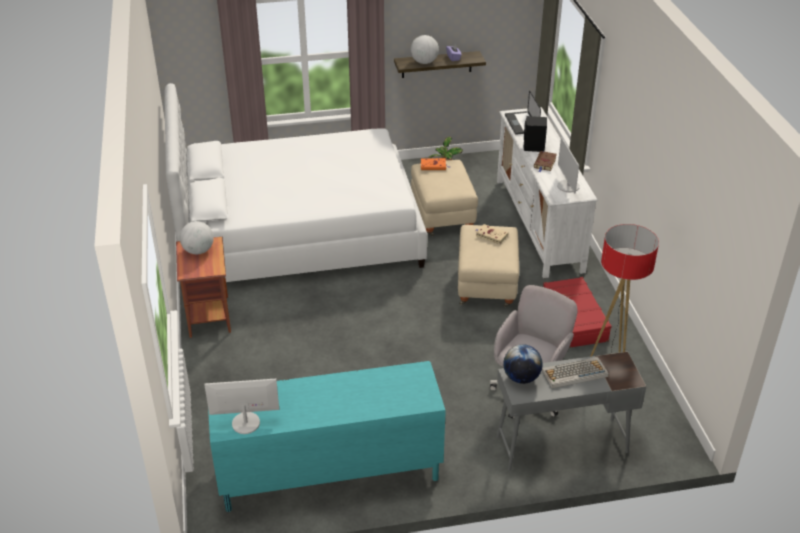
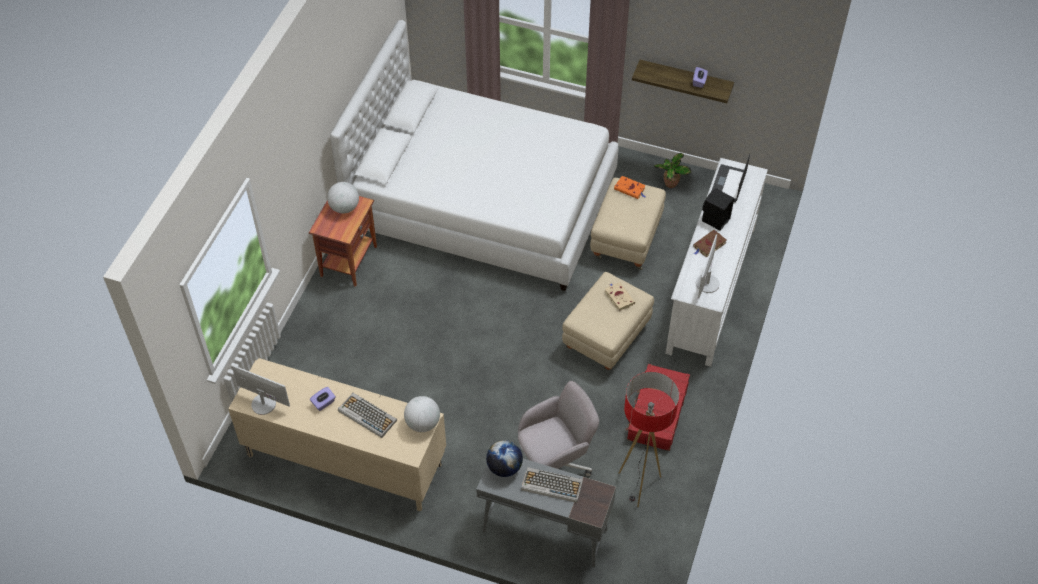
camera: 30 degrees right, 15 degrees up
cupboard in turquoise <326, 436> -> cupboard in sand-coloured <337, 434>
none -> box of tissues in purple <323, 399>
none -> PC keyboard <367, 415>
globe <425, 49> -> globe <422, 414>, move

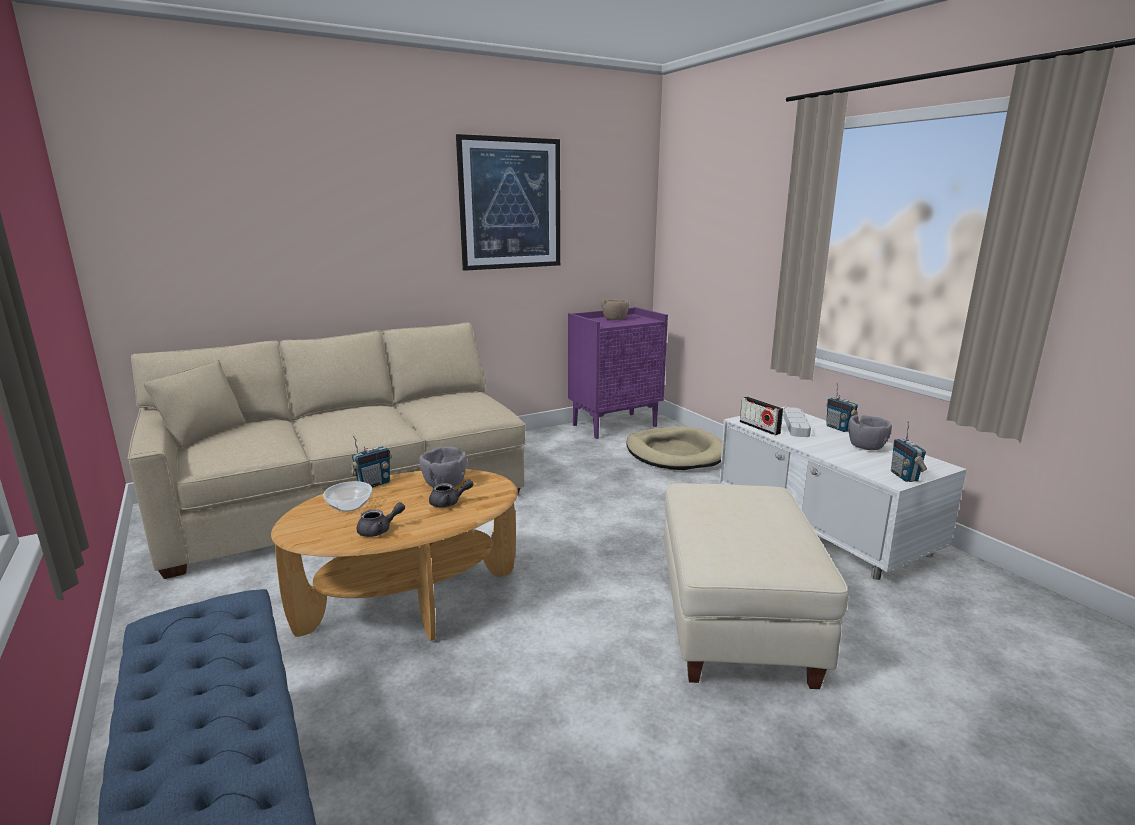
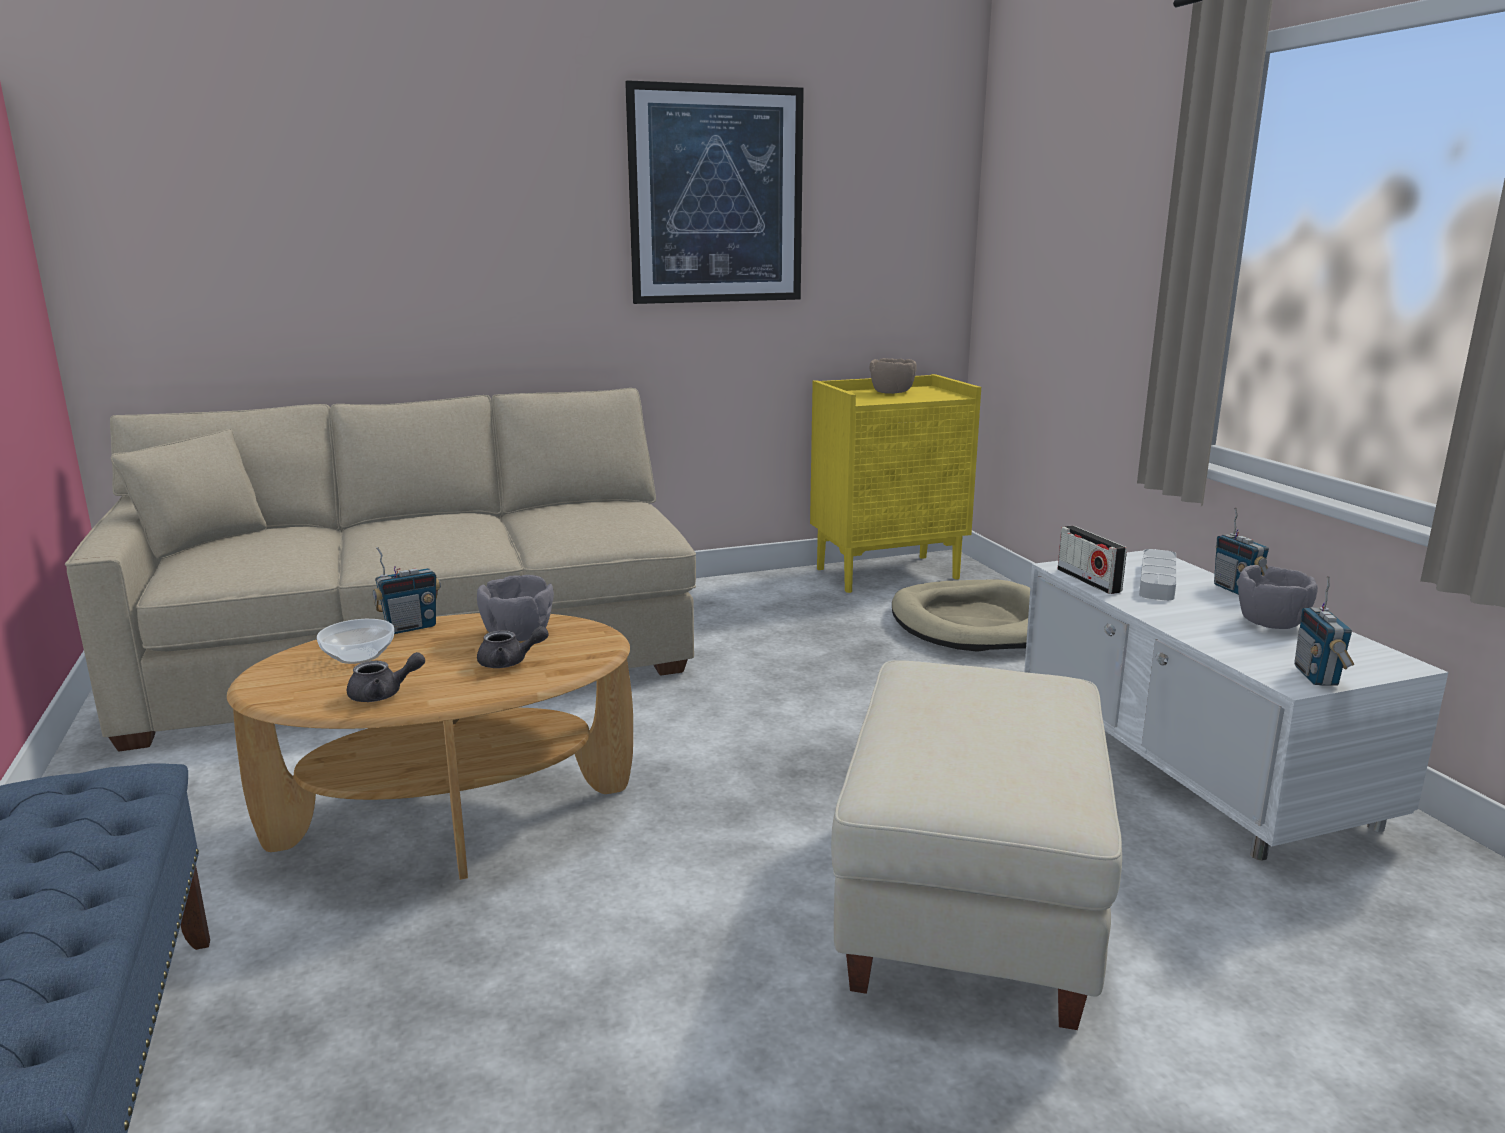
camera: 10 degrees right, 0 degrees up
cupboard in purple <618, 373> -> cupboard in yellow <895, 483>

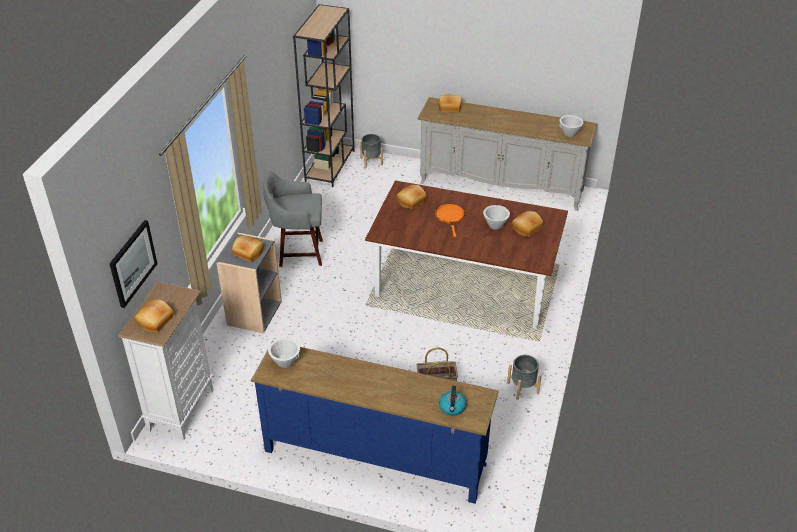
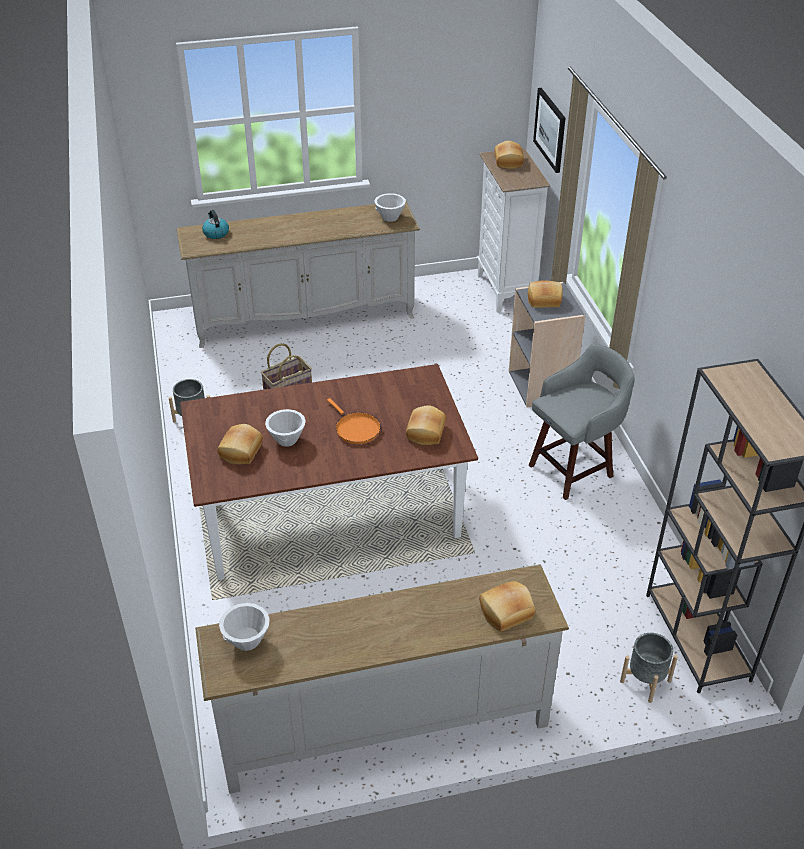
camera: 150 degrees right, 0 degrees up
cupboard in blue-coloured <375, 422> -> cupboard in grey <298, 274>

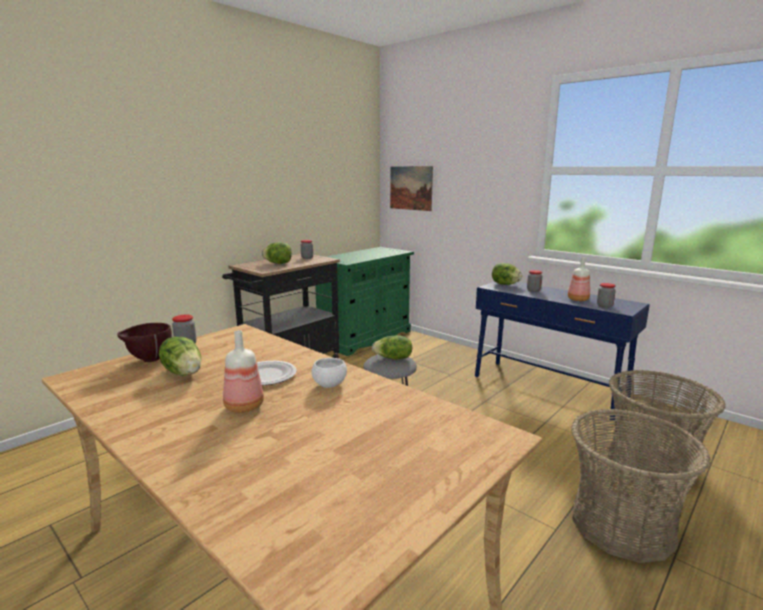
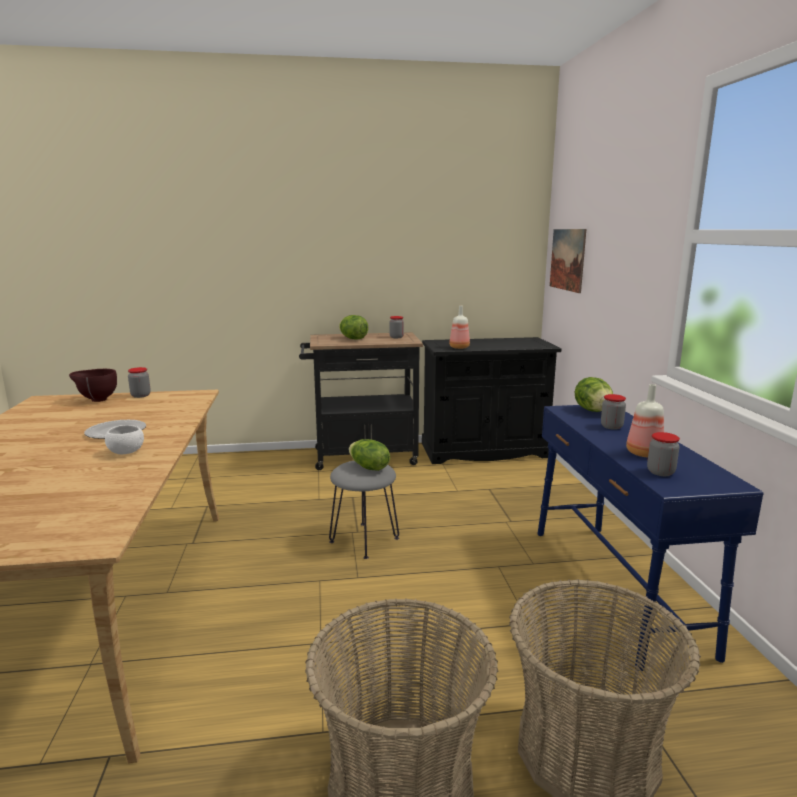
camera: 40 degrees right, 0 degrees up
cupboard in greenish <364, 301> -> cupboard in black <492, 400>
bottle <243, 371> -> bottle <459, 327>, move
head of lettuce <180, 356> -> none

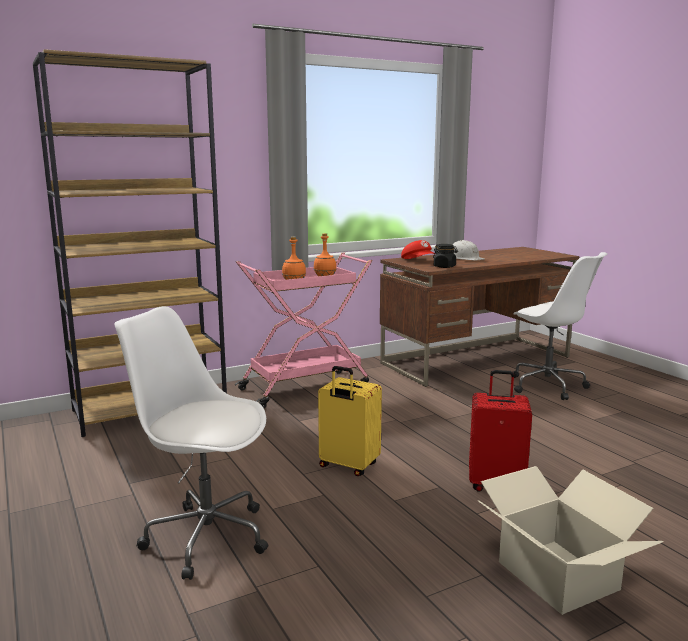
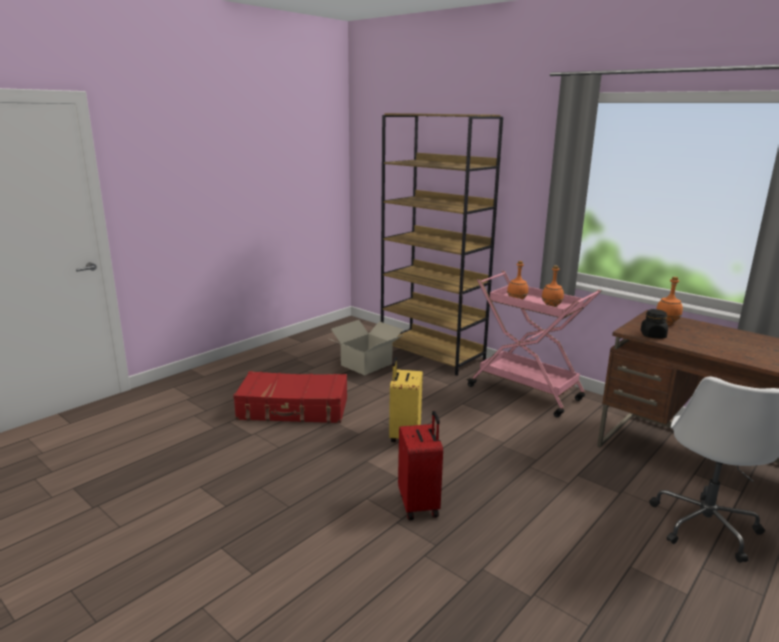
camera: 70 degrees right, 5 degrees up
computer chair in white <191, 443> -> suitcase in reddish <290, 397>
cardboard box <570, 540> -> cardboard box <367, 347>, move
cap in reddish <417, 249> -> bottle in orange-coloured <669, 301>
work helmet in white <468, 250> -> none

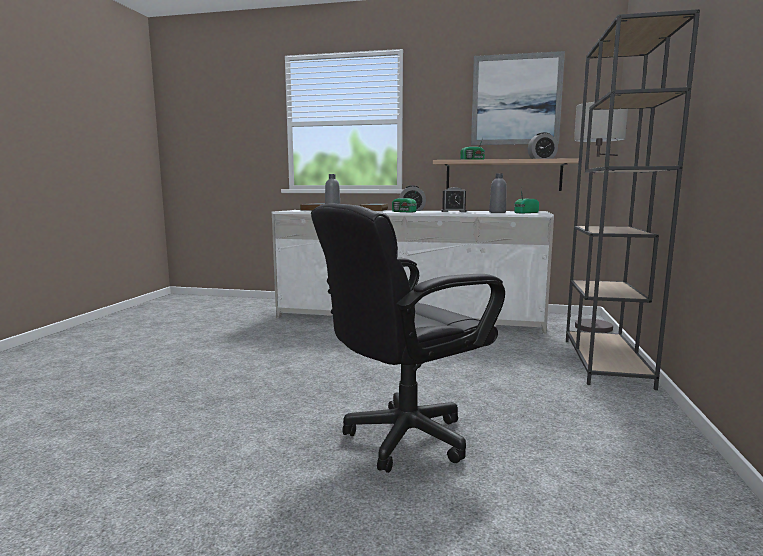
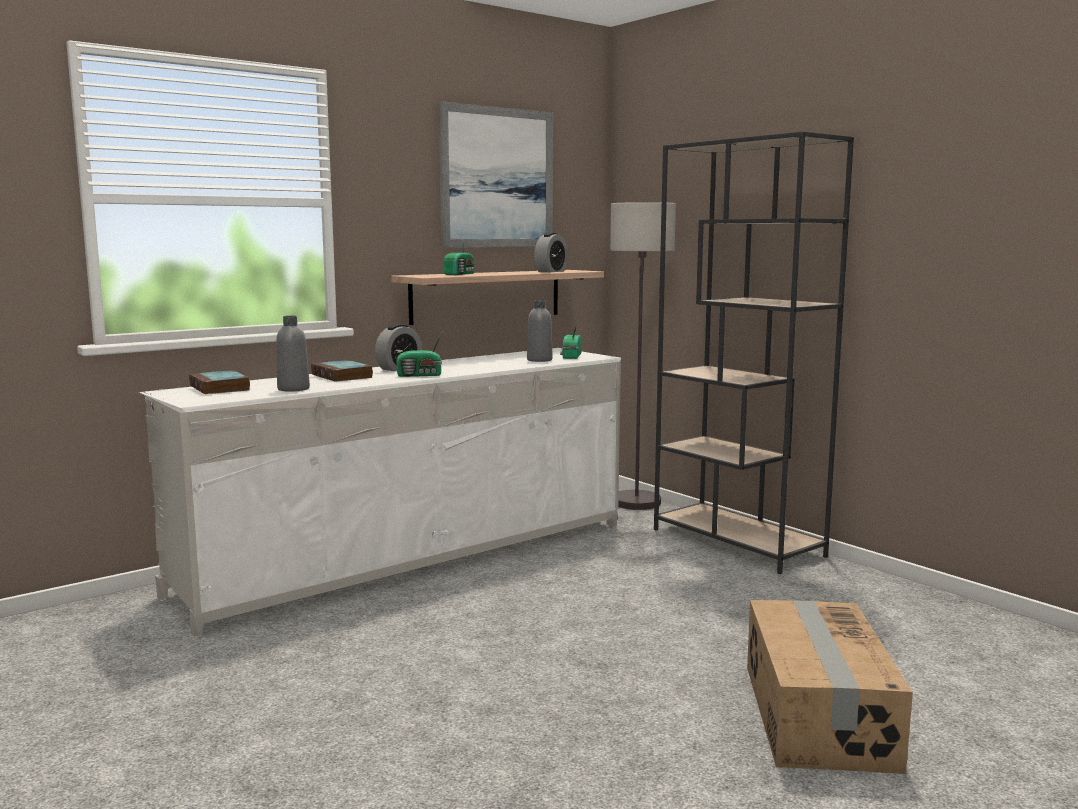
camera: 50 degrees left, 0 degrees up
computer chair in black <408, 338> -> cardboard box <830, 687>
bedside clock <454, 199> -> none

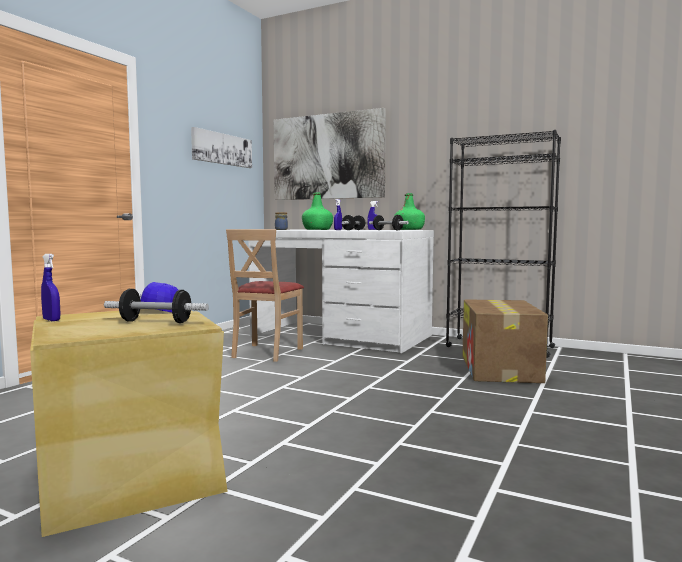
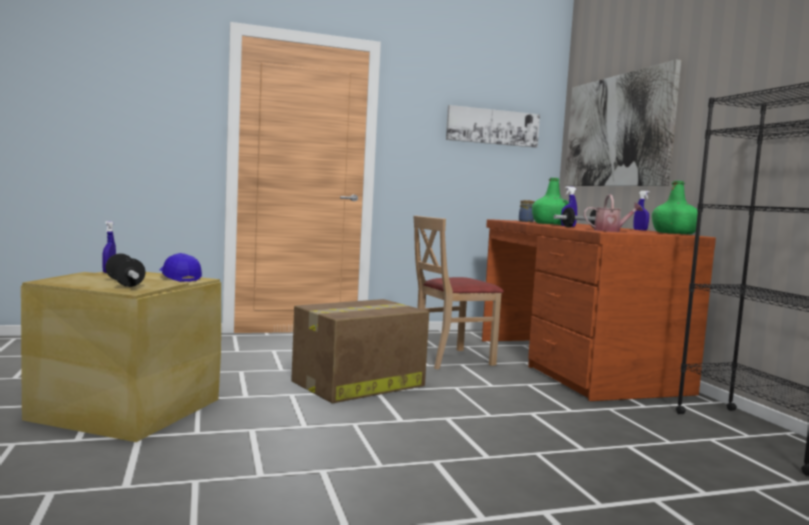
camera: 45 degrees right, 0 degrees up
cardboard box <505, 341> -> cardboard box <360, 351>, move
desk unit in white <341, 292> -> desk unit in brownish <599, 310>
dumbbell <389, 222> -> watering pot <613, 213>

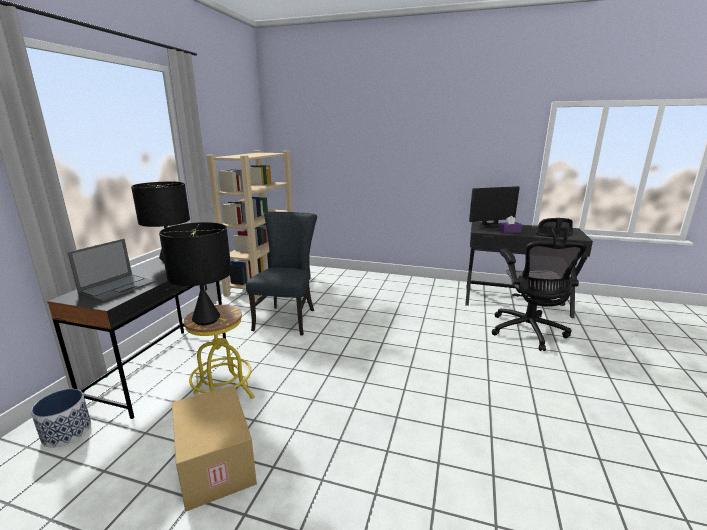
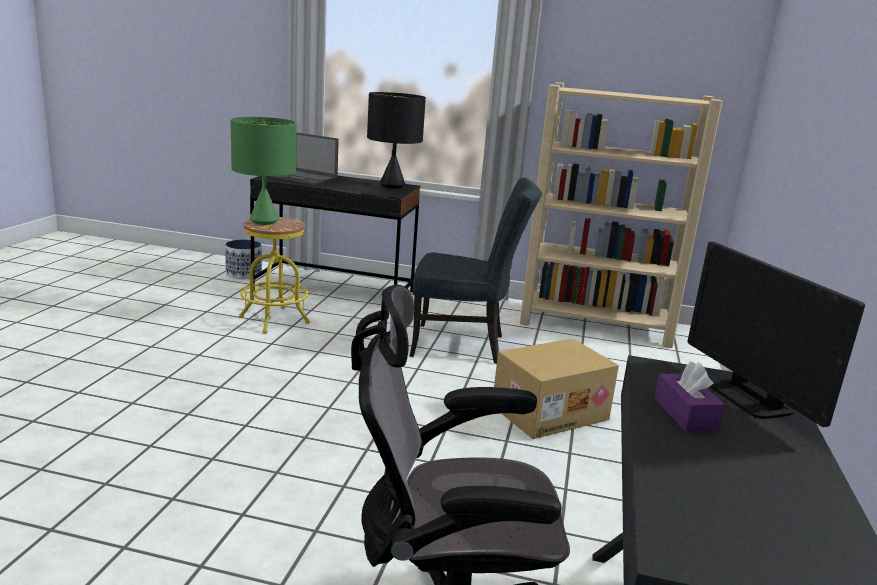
camera: 85 degrees right, 0 degrees up
lamp for a table in black <195, 273> -> lamp for a table in greenish <263, 171>
cardboard box <214, 448> -> cardboard box <556, 388>, move

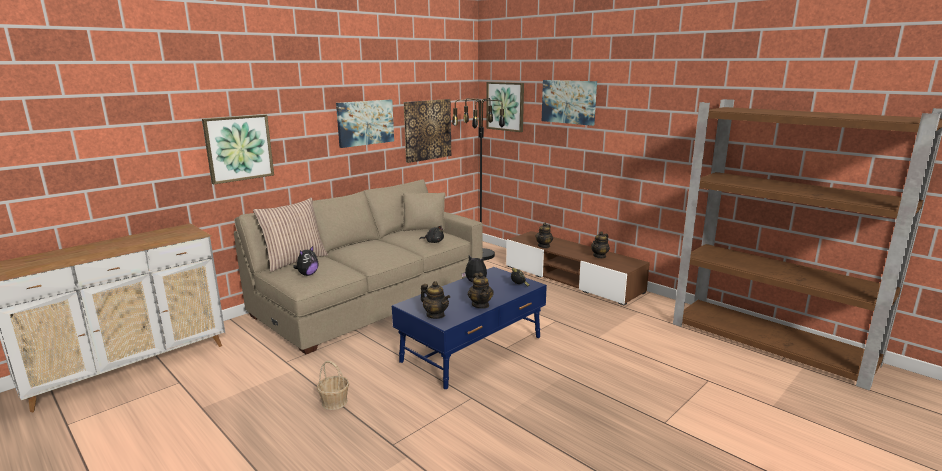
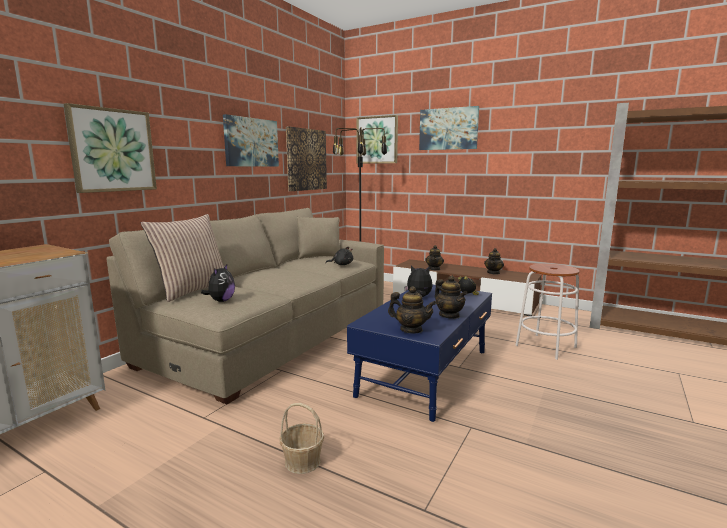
camera: 15 degrees left, 5 degrees down
none -> stool seat in white <547, 311>

